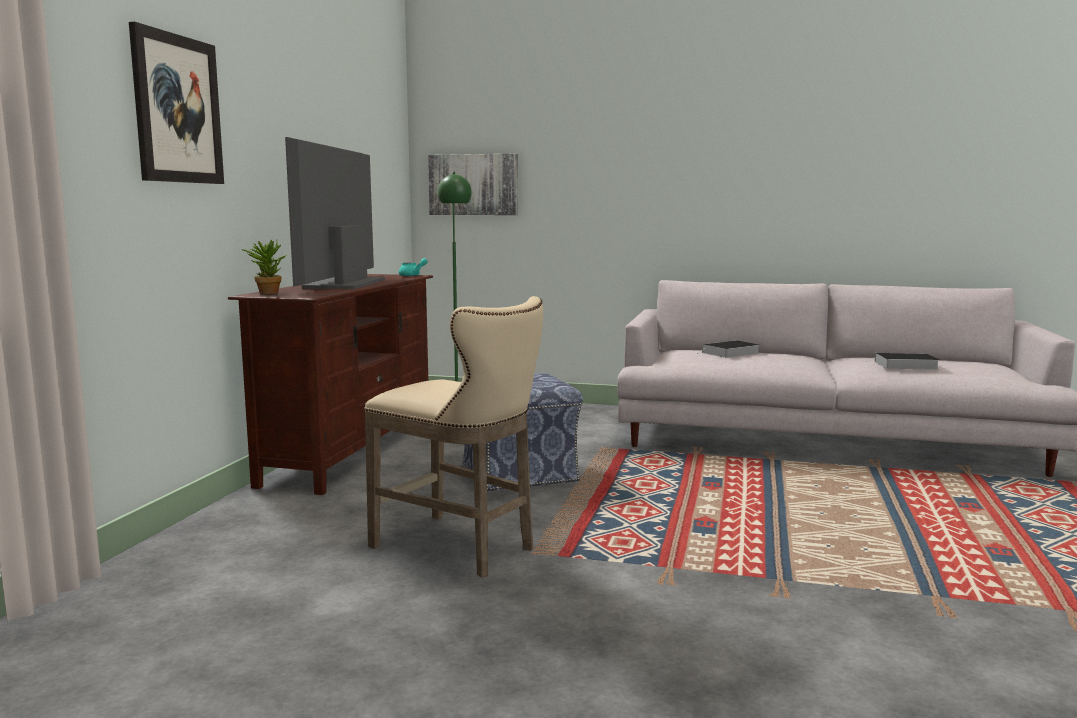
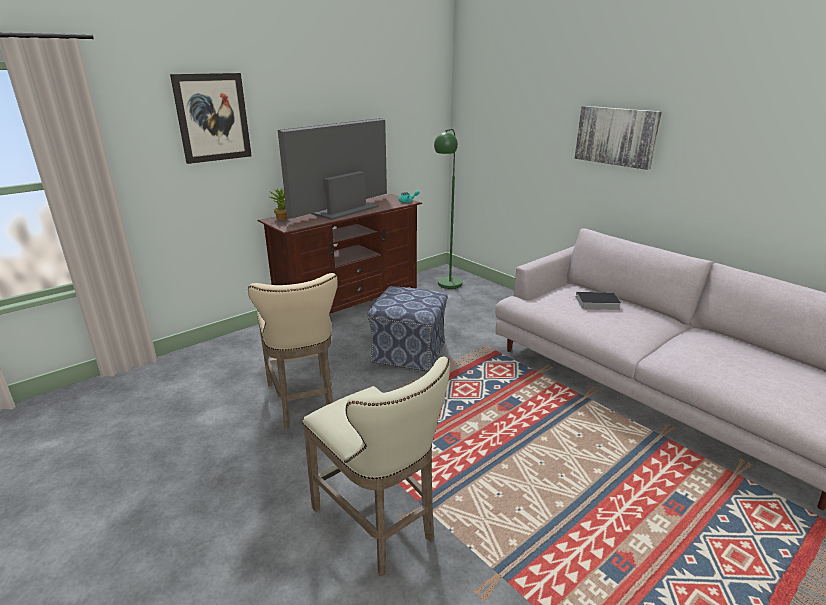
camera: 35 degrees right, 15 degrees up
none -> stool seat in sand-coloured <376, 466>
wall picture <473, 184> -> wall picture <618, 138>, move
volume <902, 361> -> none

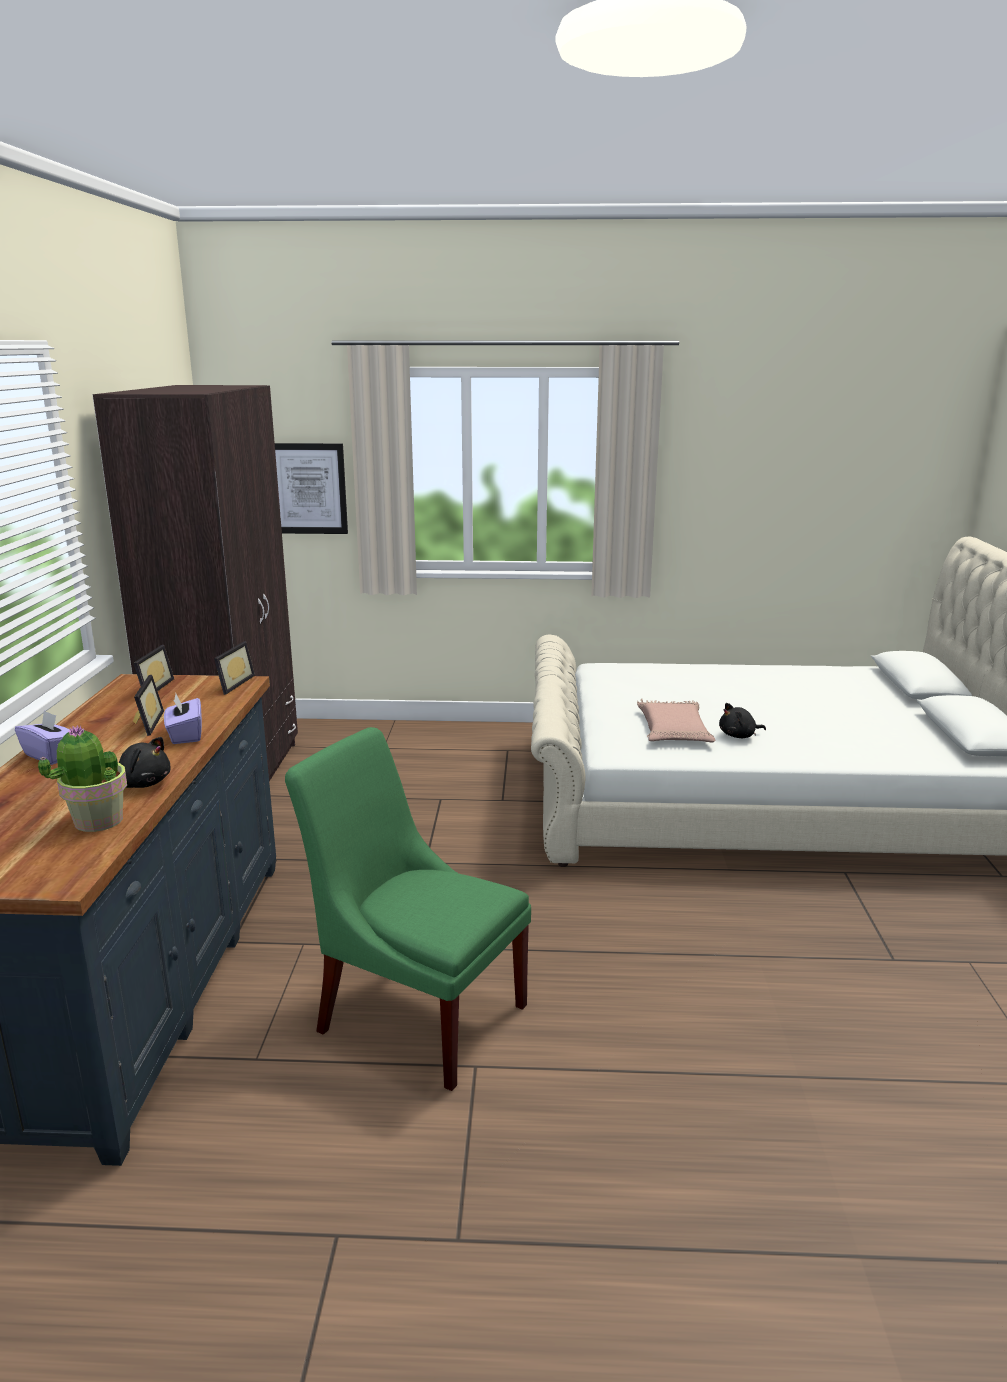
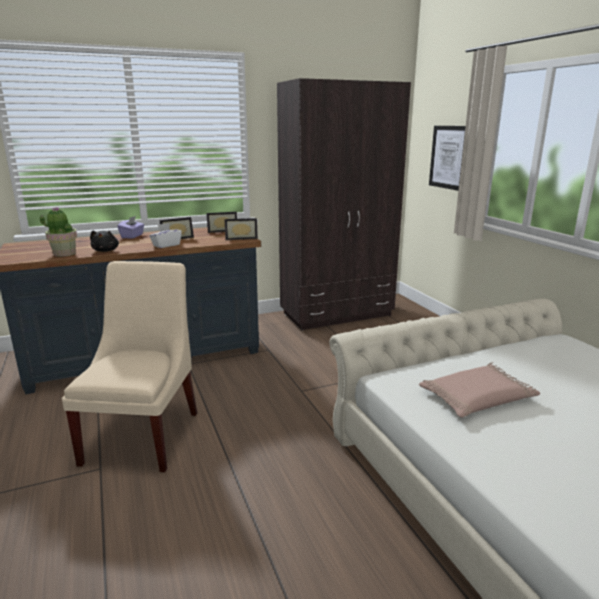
camera: 65 degrees right, 0 degrees up
plain chair in greenish <408, 909> -> plain chair in sand-coloured <129, 366>
box of tissues in purple <183, 719> -> box of tissues in white <165, 235>
soft toy in black <742, 720> -> none

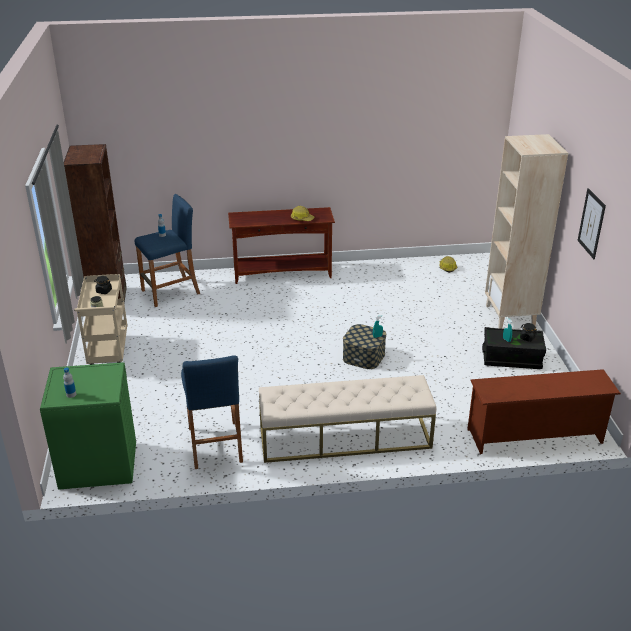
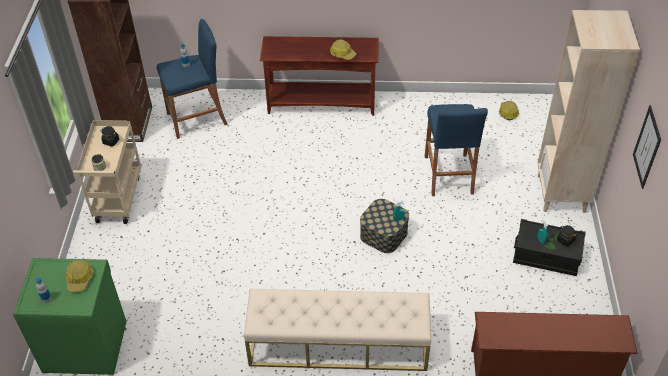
camera: 10 degrees right, 15 degrees up
none -> work helmet <80, 276>
stool seat in blue-coloured <212, 412> -> stool seat in blue-coloured <456, 150>, move

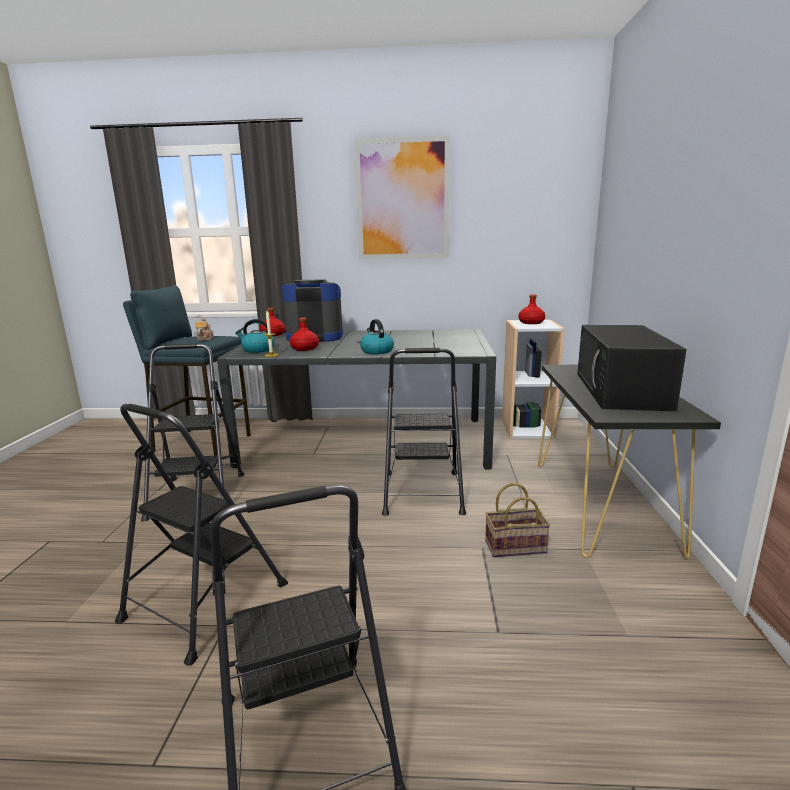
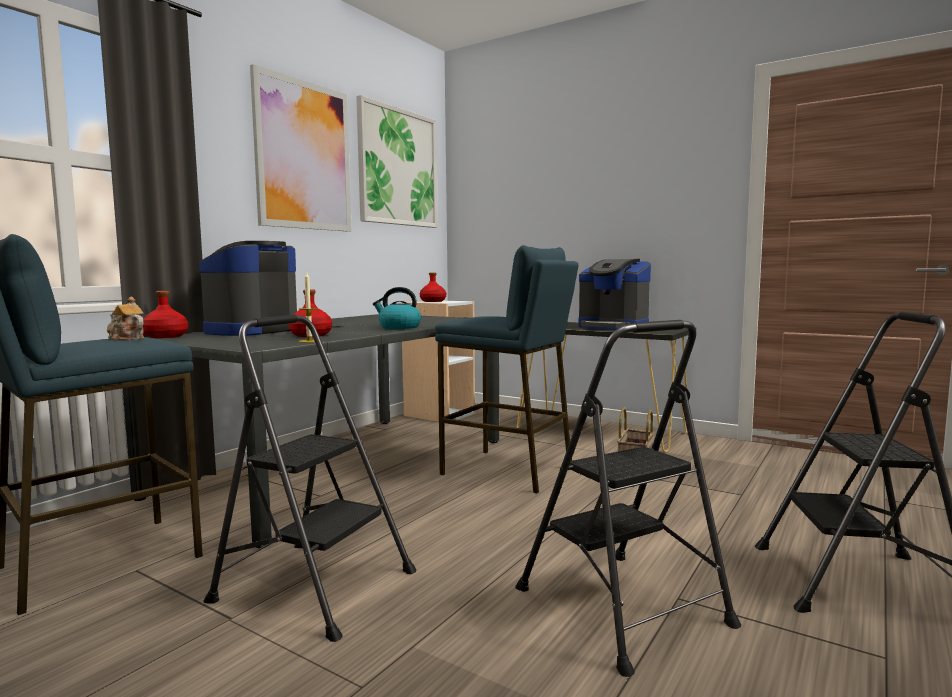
camera: 60 degrees left, 10 degrees down
none -> wall picture <397, 161>
stepladder in black <424, 432> -> stool seat in blue-coloured <506, 369>
microwave oven in black <632, 368> -> coffee machine <614, 294>
kettle <255, 336> -> none

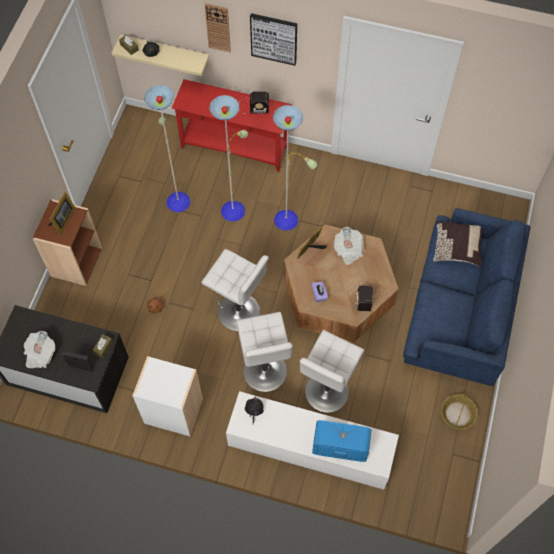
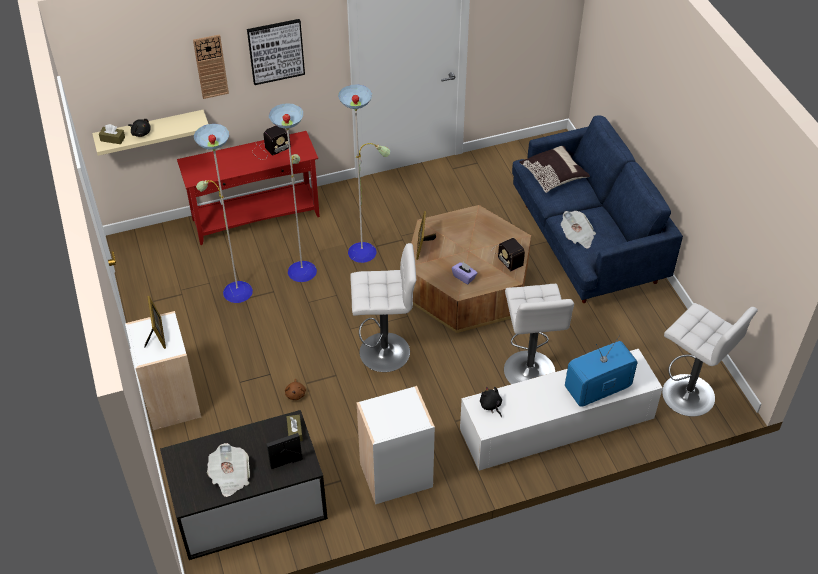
camera: 35 degrees left, 15 degrees down
shelving unit in brownish <67, 242> -> shelving unit in white <163, 370>
daily paper <349, 246> -> daily paper <578, 230>, move
stool seat in white <264, 352> -> stool seat in white <710, 359>, move
storage basket <459, 411> -> none

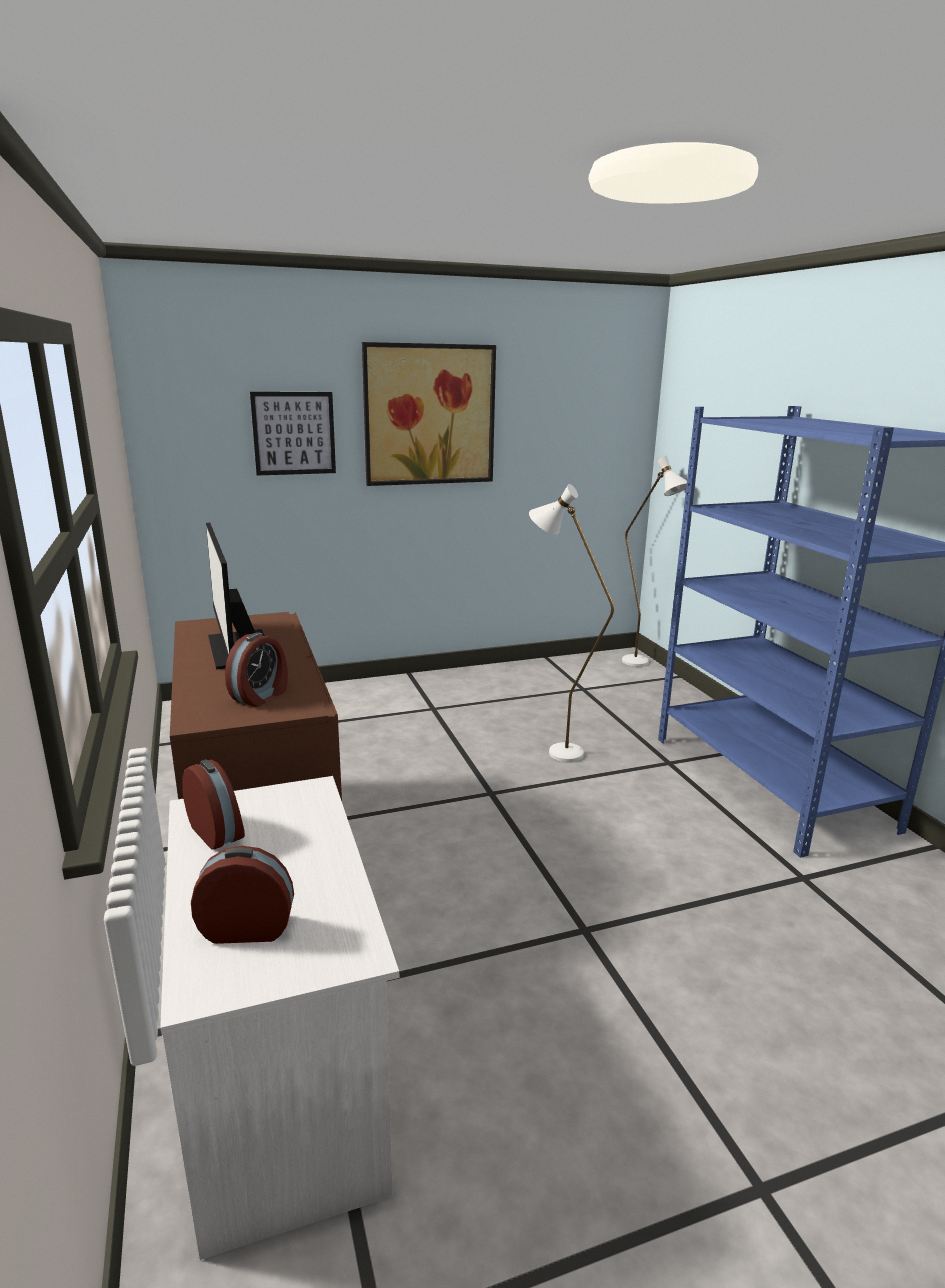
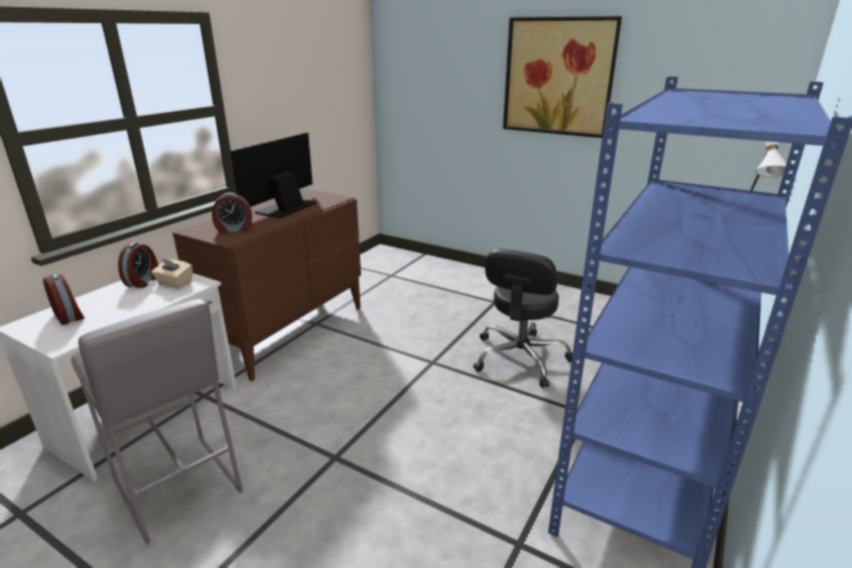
camera: 50 degrees right, 5 degrees up
none -> stool seat in grey <157, 422>
none -> box of tissues in sand-coloured <172, 273>
standard lamp in white <571, 623> -> computer chair in black <523, 318>
wall picture <293, 434> -> none

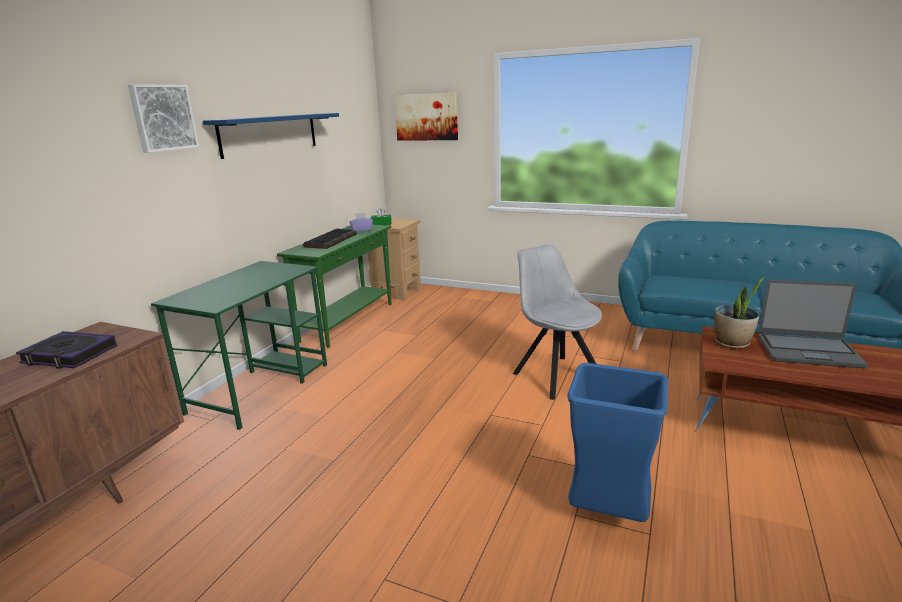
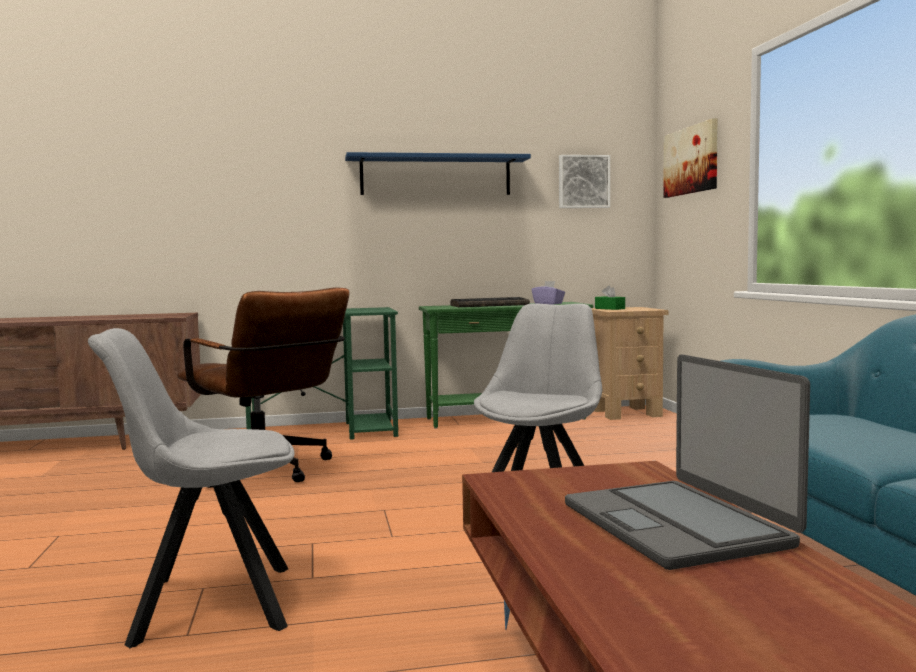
camera: 55 degrees right, 15 degrees down
rubbish bin in blue-coloured <617, 442> -> plain chair in grey <191, 488>
none -> computer chair in brownish <263, 387>
wall picture <163, 118> -> wall picture <584, 181>, move
volume <66, 350> -> none
plant in a pot <739, 313> -> none

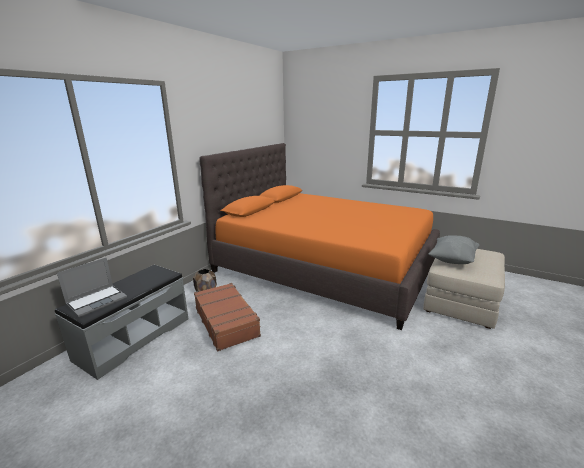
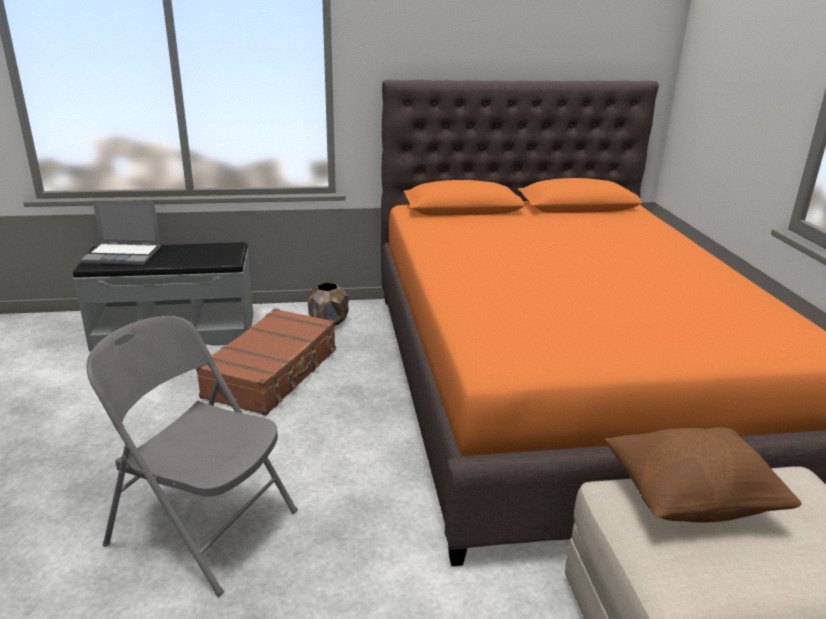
camera: 50 degrees right, 5 degrees up
none -> plain chair in grey <192, 457>
throw pillow in grey <453, 249> -> throw pillow in brownish <703, 475>

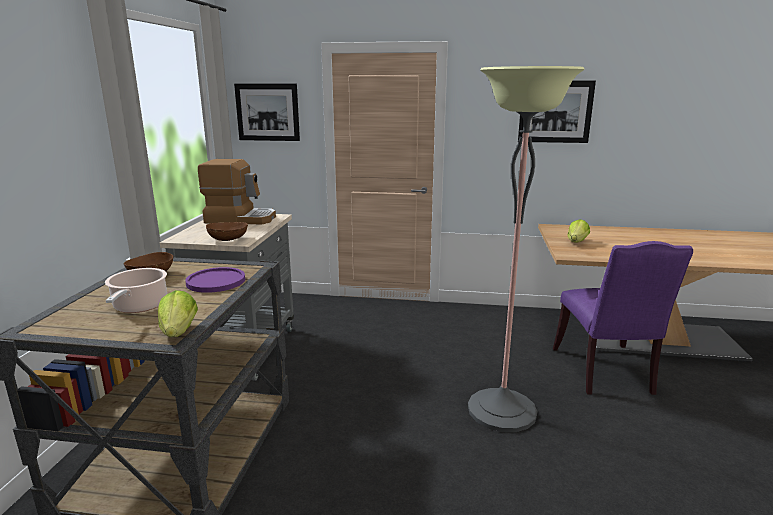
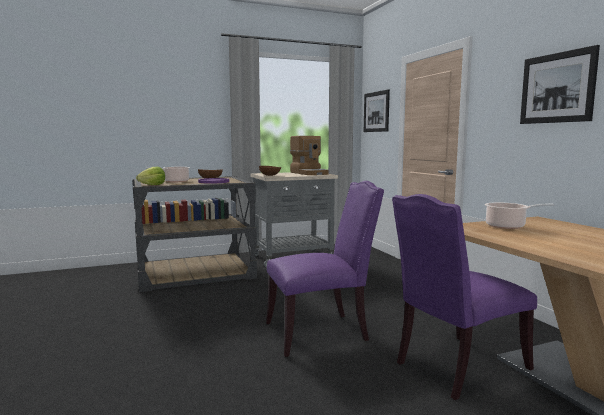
camera: 60 degrees right, 10 degrees down
standard lamp <526, 249> -> plain chair in purple <325, 269>
head of lettuce <578, 230> -> stockpot <520, 215>

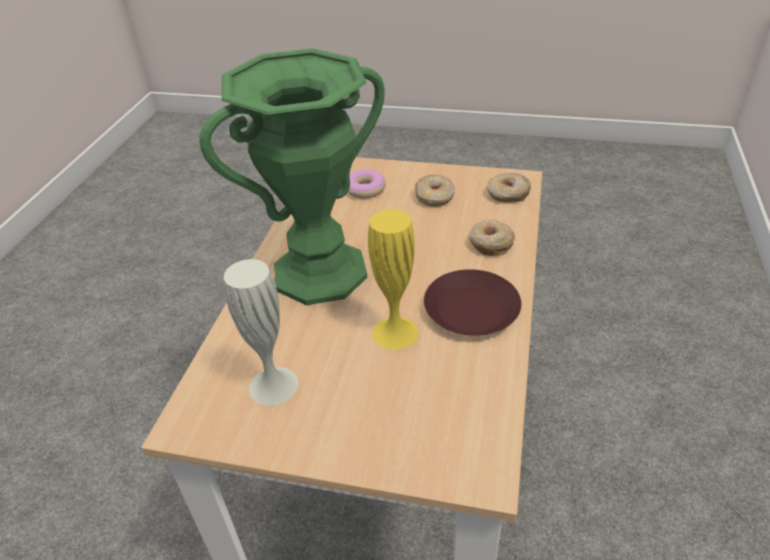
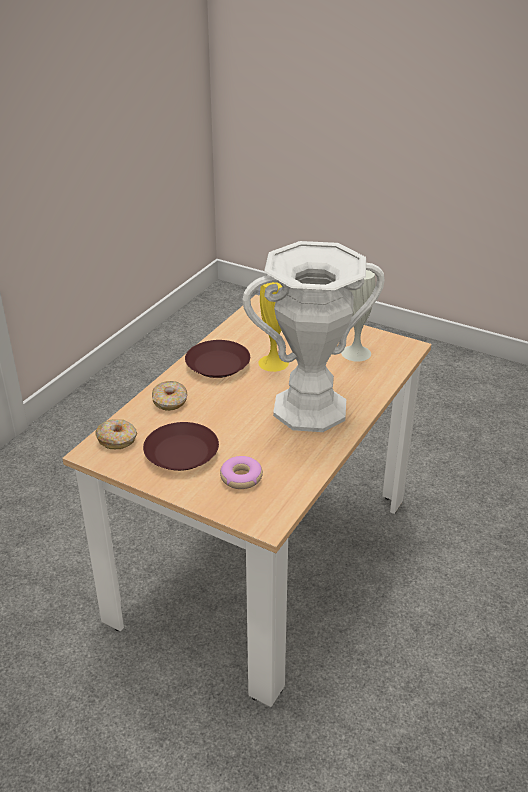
camera: 165 degrees left, 5 degrees down
doughnut <435, 191> -> plate in brownish <181, 446>
flower vase in greenish <292, 176> -> flower vase in white <313, 336>

